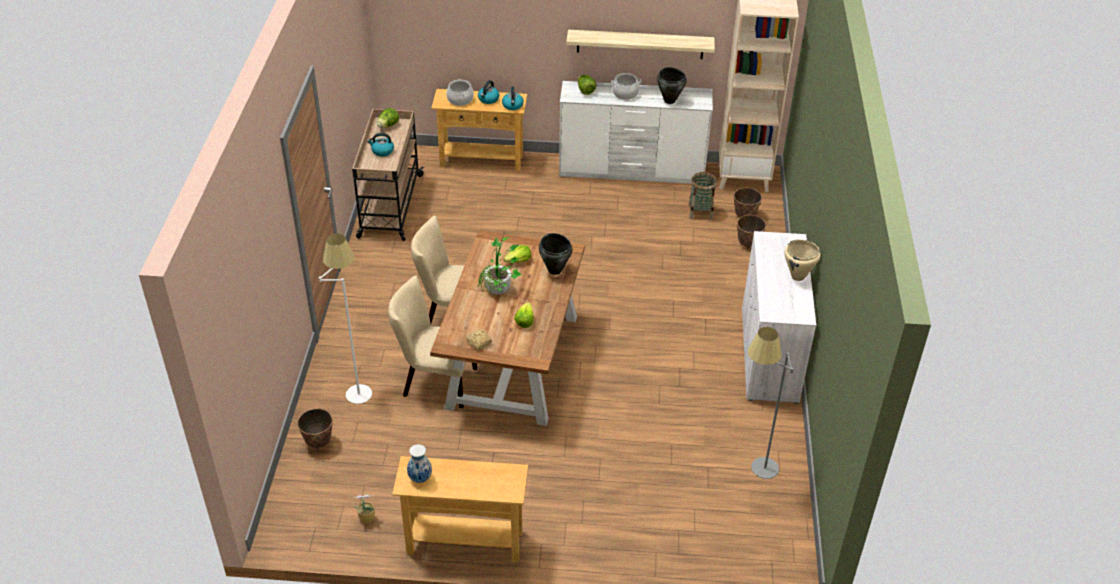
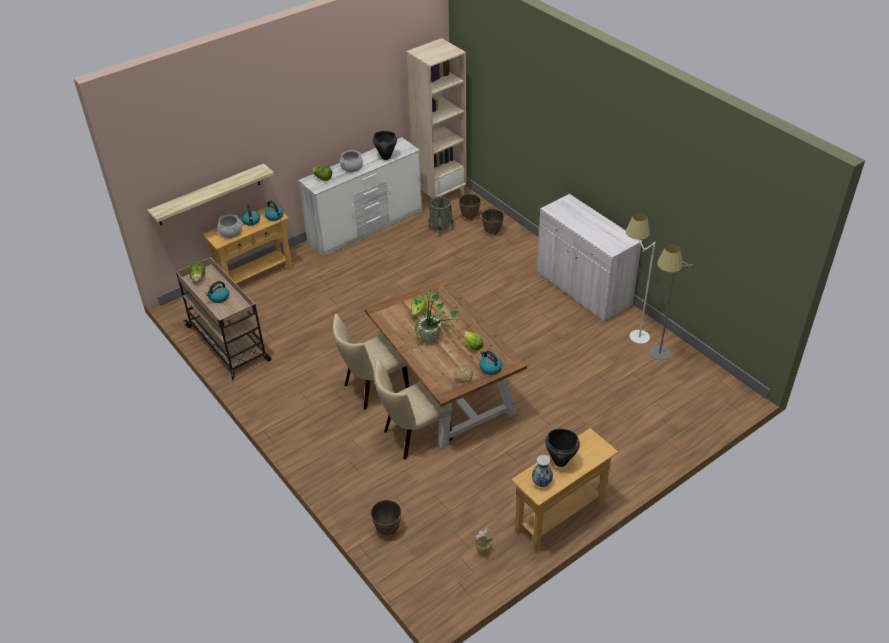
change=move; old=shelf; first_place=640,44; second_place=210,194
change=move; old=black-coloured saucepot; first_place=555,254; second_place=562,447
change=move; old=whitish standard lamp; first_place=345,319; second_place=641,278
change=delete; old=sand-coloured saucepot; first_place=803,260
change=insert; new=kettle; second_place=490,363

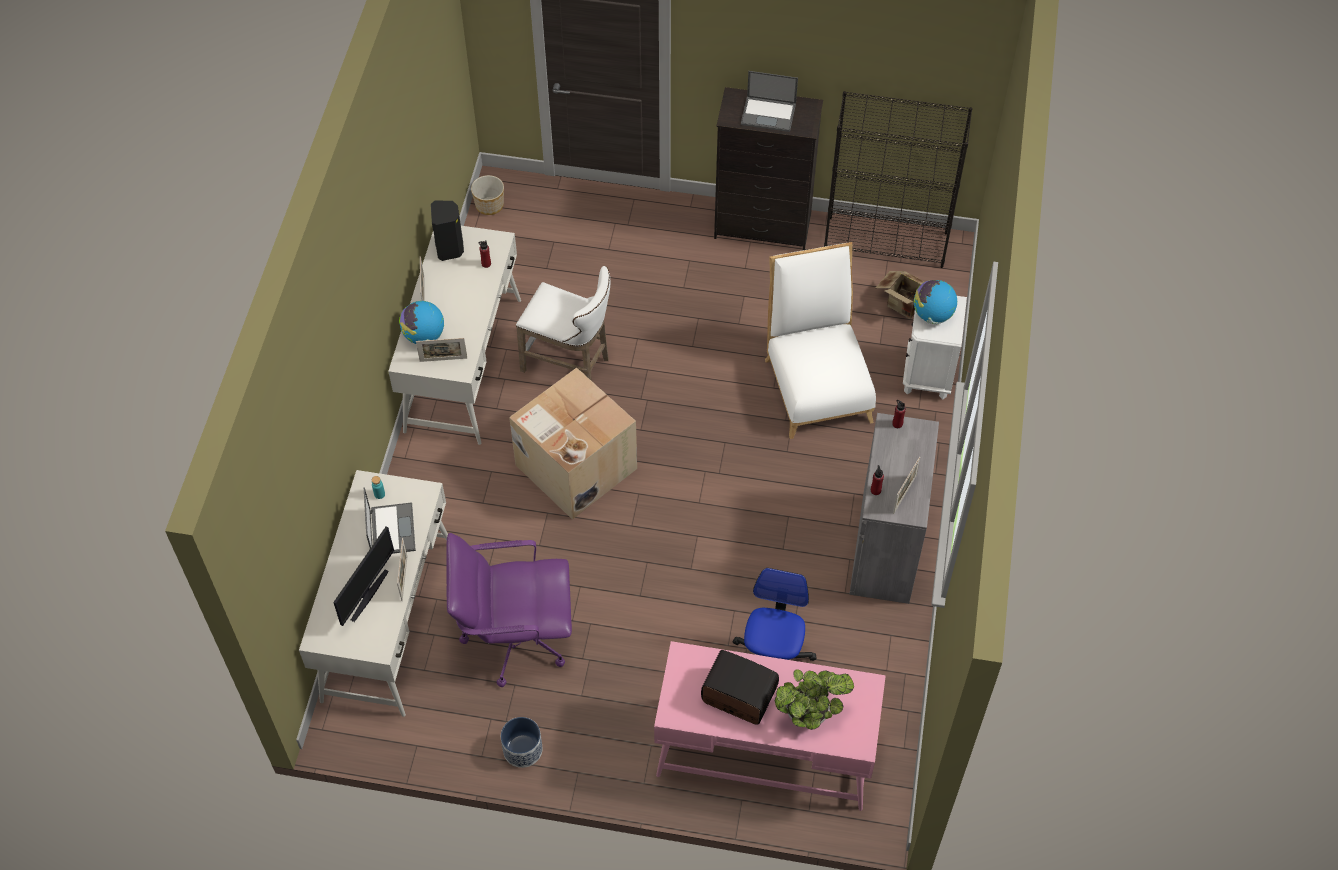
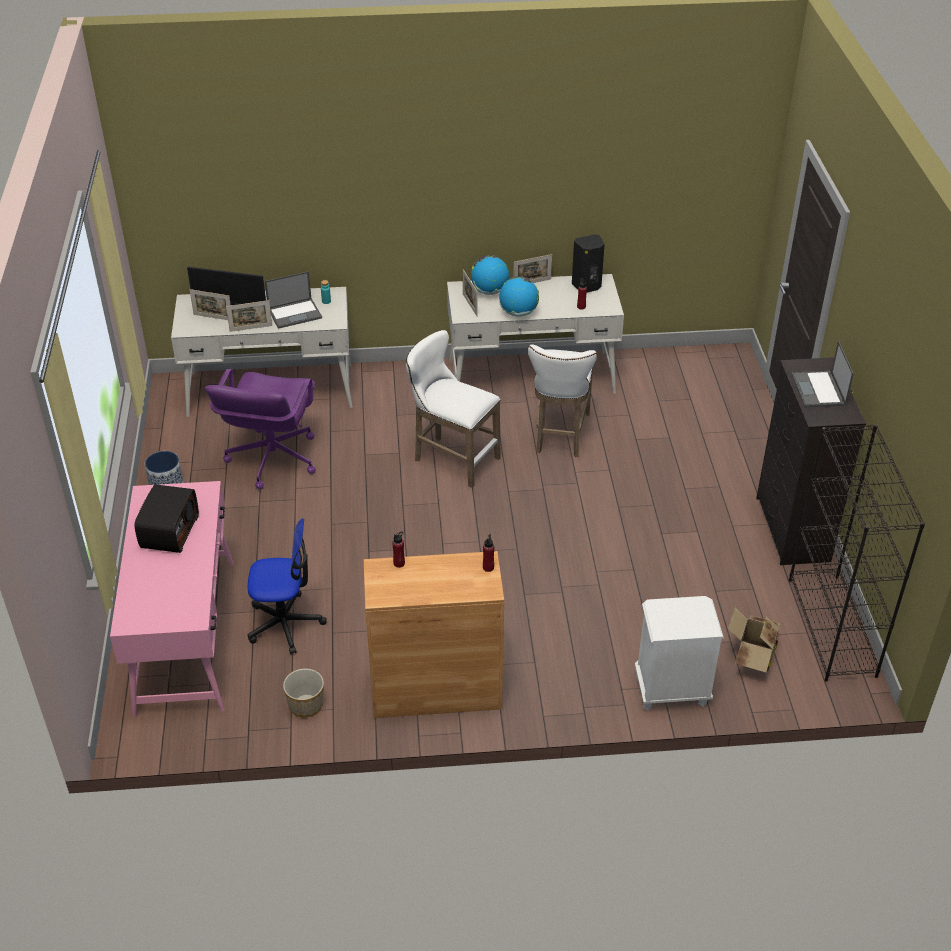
change=move; old=plant pot; first_place=487,195; second_place=303,693
change=delete; old=whitish chair; first_place=820,340
change=move; old=desk globe; first_place=935,302; second_place=519,296
change=replace; old=carton; new=whitish stool seat; first_place=573,444; second_place=453,409
change=recolor; old=grey cupboard; new=brown-coloured cupboard; first_place=894,508; second_place=434,634
change=move; old=standing frame; first_place=906,485; second_place=210,304
change=rotate; old=purple desk chair; first_place=509,610; second_place=260,429; degrees=-150
change=delete; old=houseplant; first_place=814,699

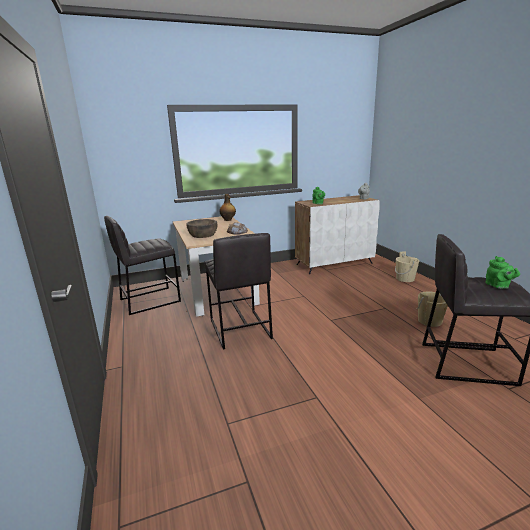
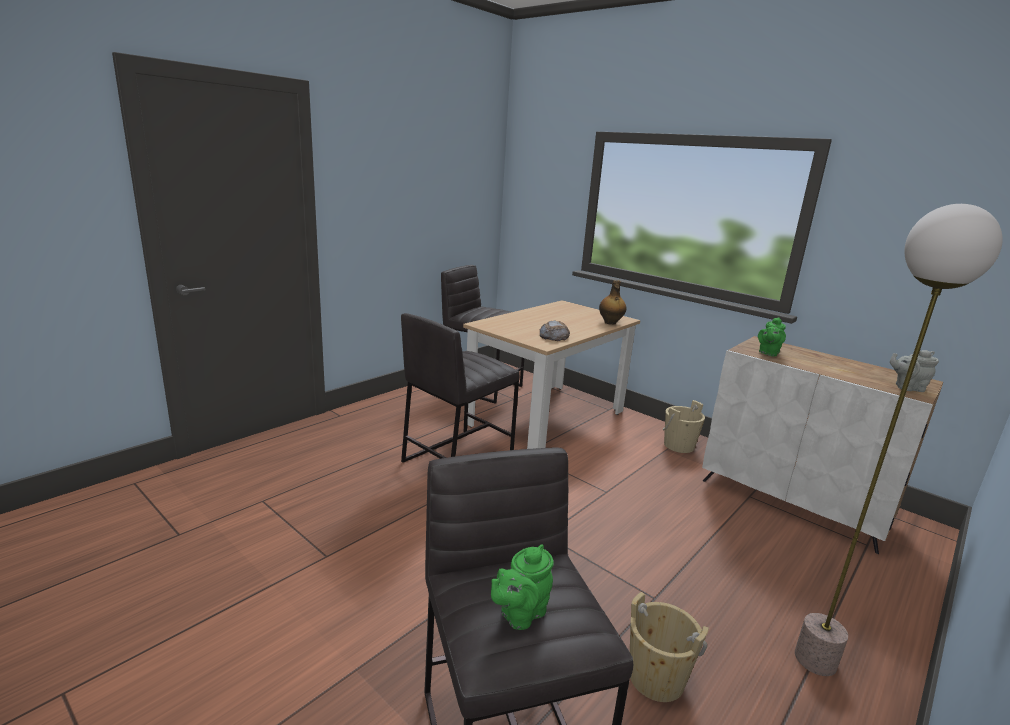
change=delete; old=brown-coloured deep dish; first_place=202,228
change=move; old=sand-coloured bucket; first_place=407,266; second_place=684,426
change=insert; new=standard lamp; second_place=899,440

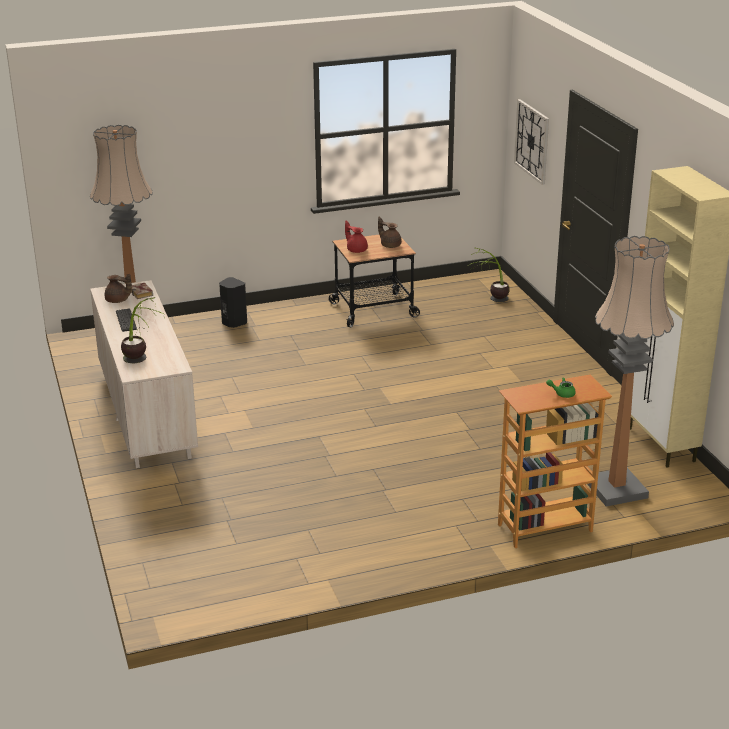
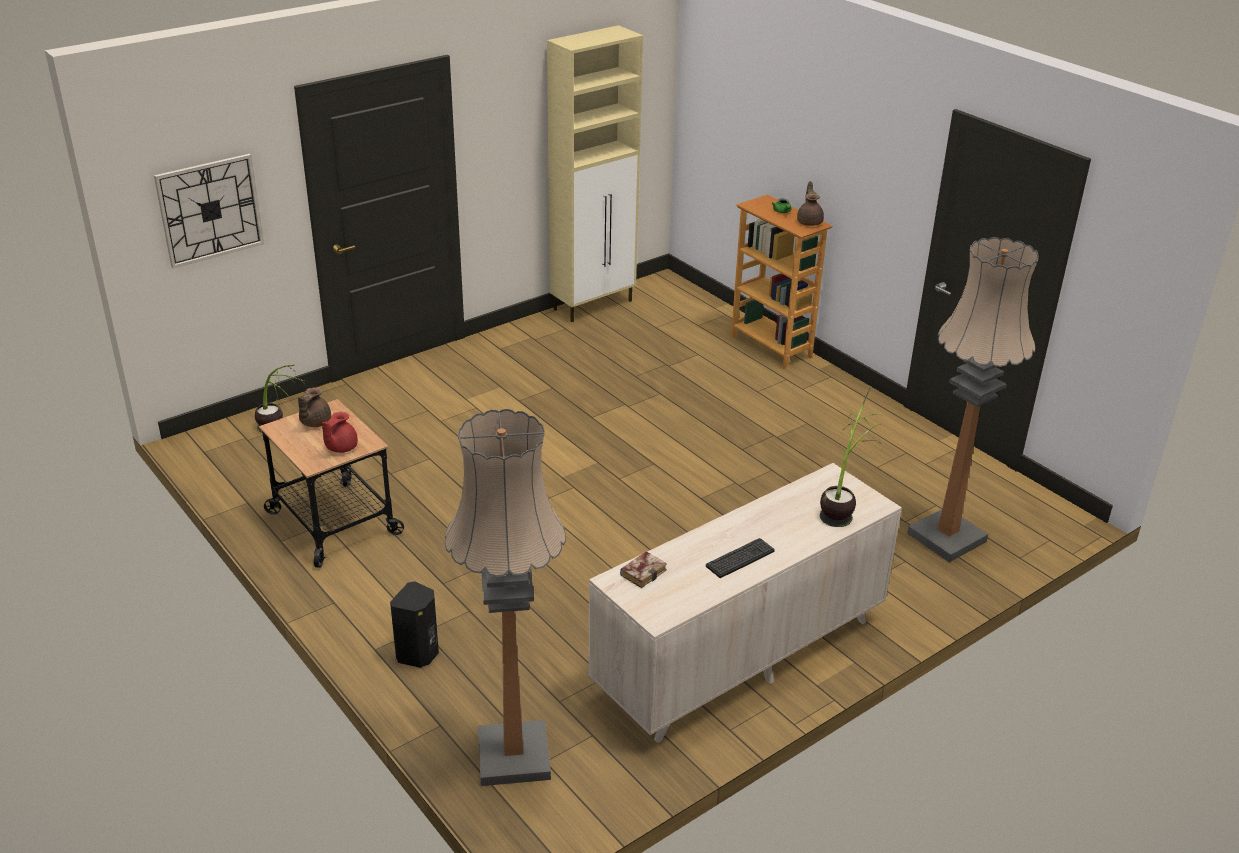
change=move; old=standard lamp; first_place=630,371; second_place=973,399
change=move; old=brown-coloured pot for tea; first_place=118,288; second_place=810,203

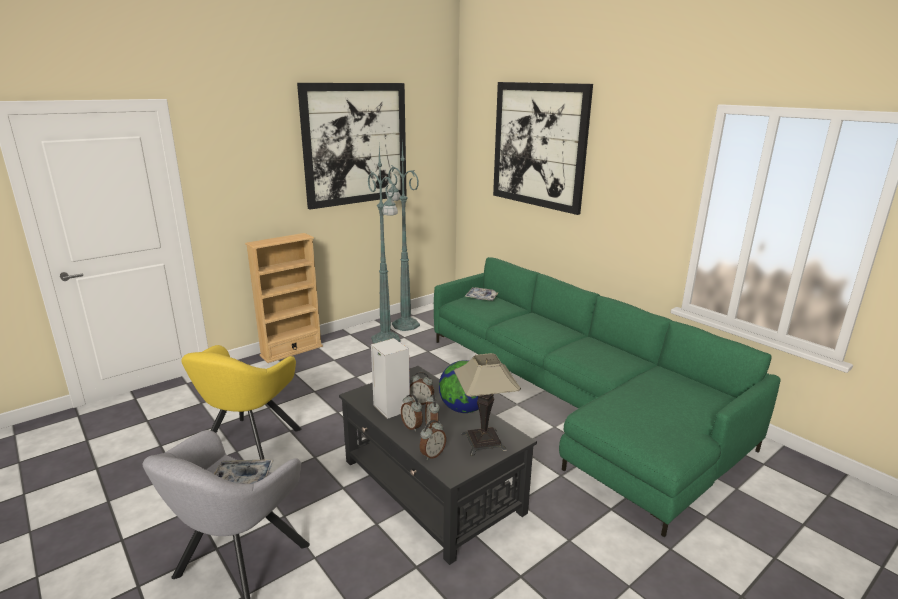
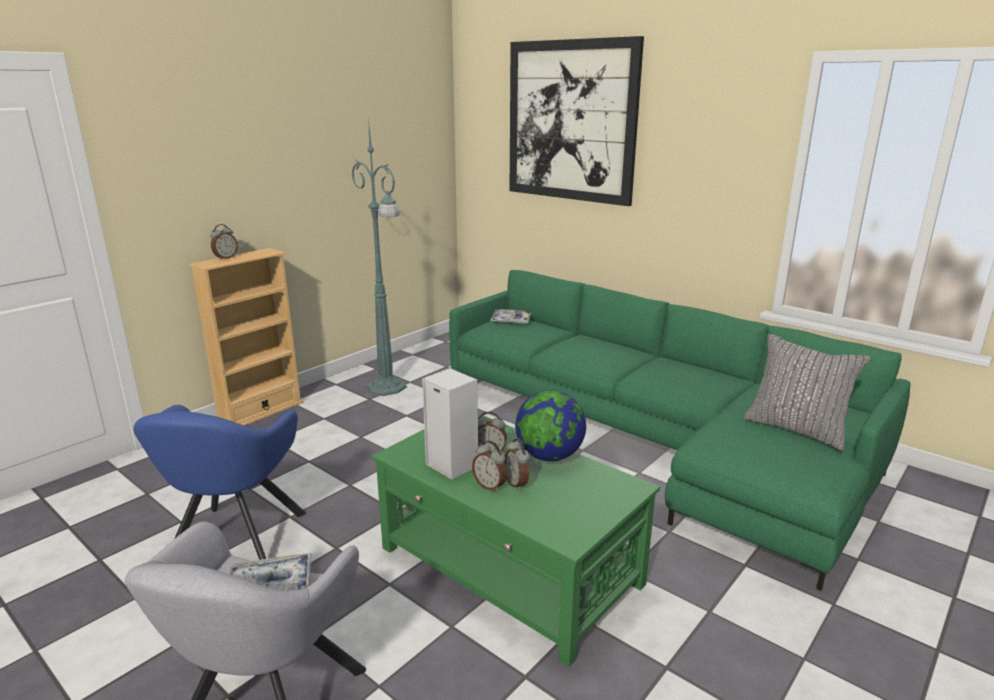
change=delete; old=wall art; first_place=351,146
change=delete; old=green standard lamp; first_place=403,236
change=recolor; old=yellow-coloured lounge chair; new=bluish lounge chair; first_place=241,402; second_place=219,482
change=delete; old=table lamp; first_place=487,404
change=recolor; old=black-coloured low table; new=green low table; first_place=438,465; second_place=516,540
change=move; old=alarm clock; first_place=432,440; second_place=224,242
change=insert; new=grey throw pillow; second_place=807,392

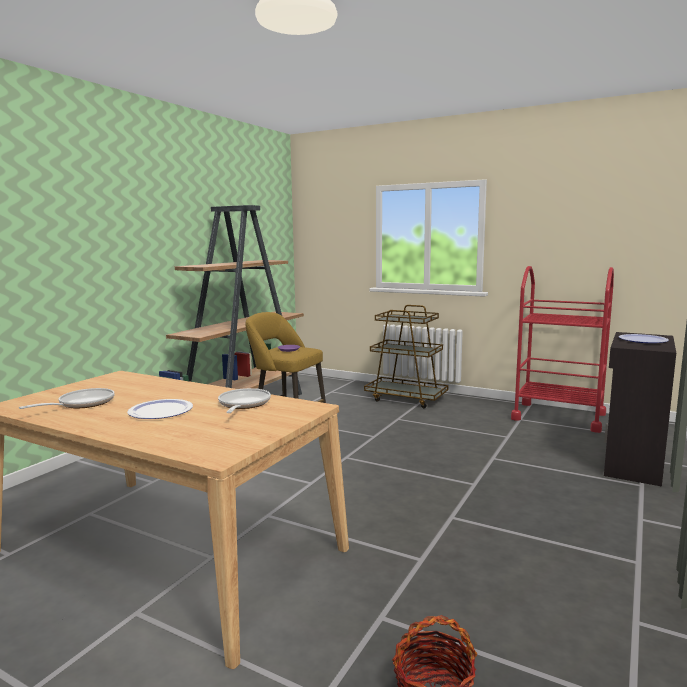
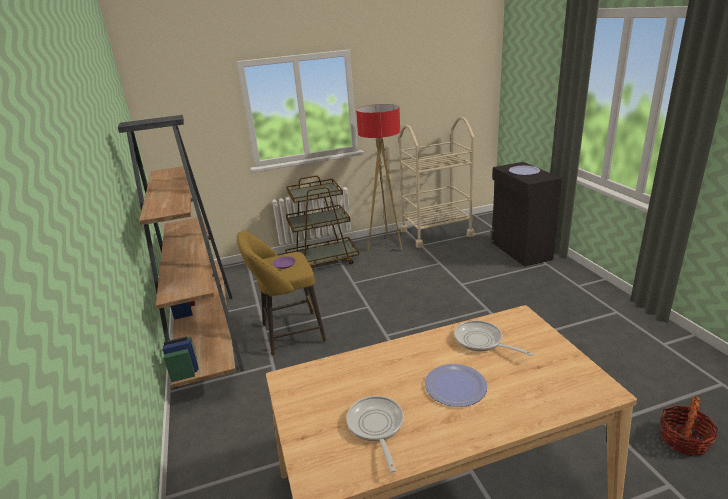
change=recolor; old=red wheeled cart; new=sand-coloured wheeled cart; first_place=562,349; second_place=436,182
change=insert; new=standard lamp; second_place=379,178

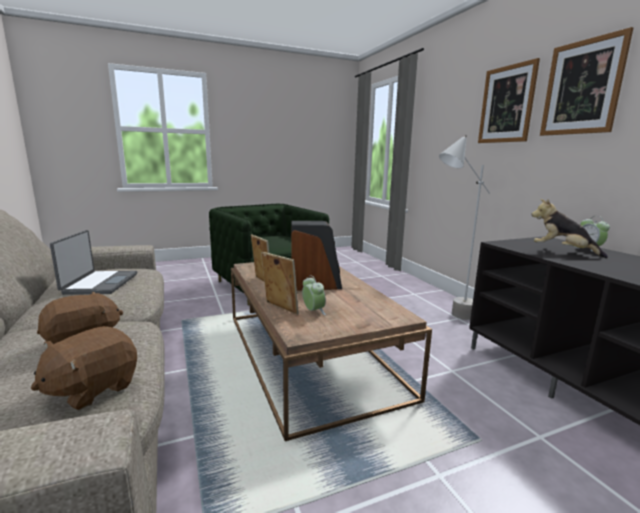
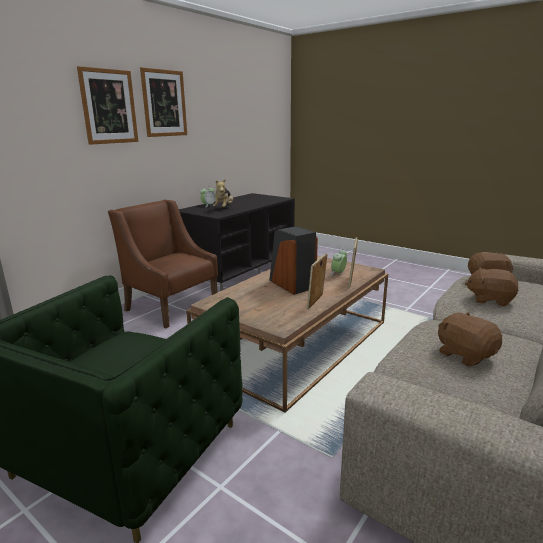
change=replace; old=grey standard lamp; new=brown-coloured lounge chair; first_place=464,227; second_place=163,264
change=replace; old=notebook computer; new=brown-coloured plush toy; first_place=93,262; second_place=470,339

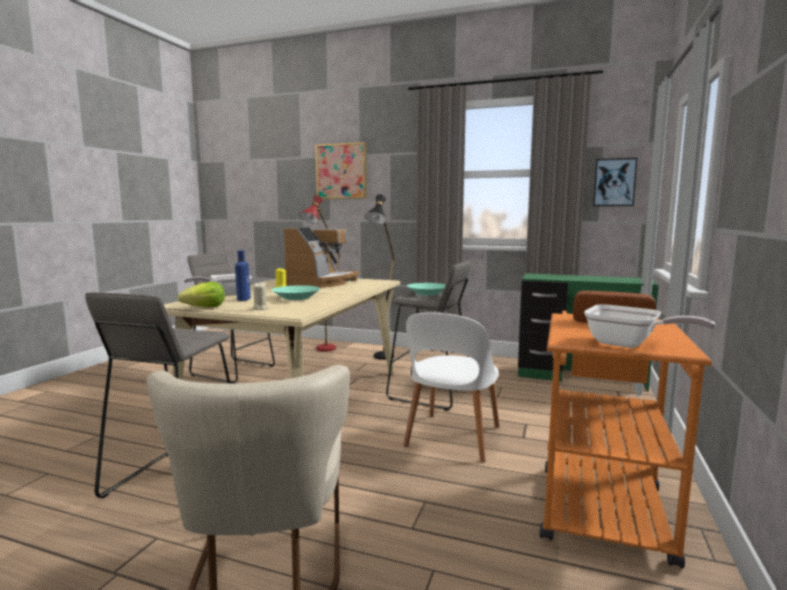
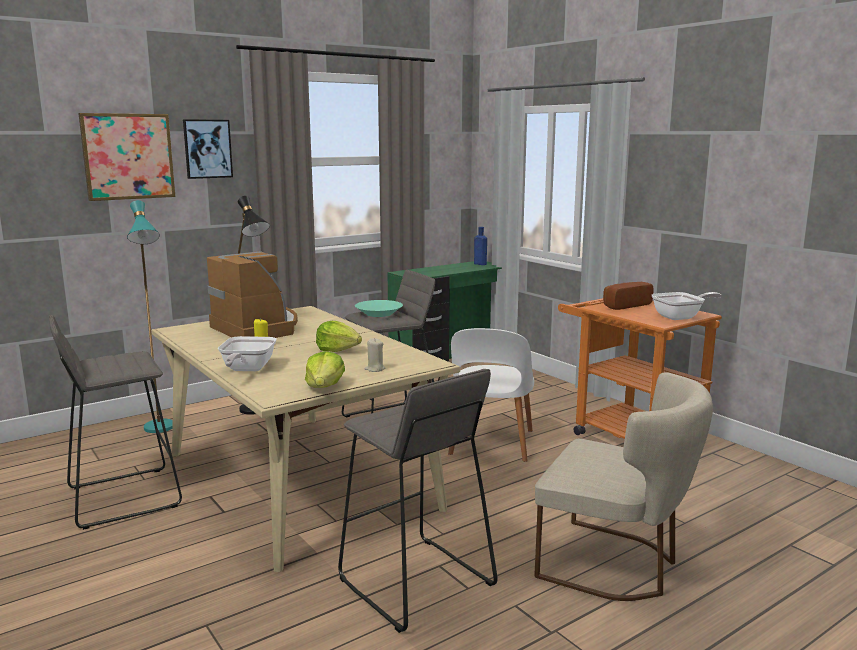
change=move; old=wall art; first_place=615,182; second_place=208,149
change=recolor; old=red standard lamp; new=turquoise-coloured standard lamp; first_place=319,273; second_place=150,316
change=move; old=bluish beverage bottle; first_place=243,275; second_place=480,246
change=replace; old=turquoise-coloured deep dish; new=lettuce head; first_place=296,292; second_place=339,336
change=rotate; old=whitish chair; first_place=451,387; second_place=491,395; degrees=45

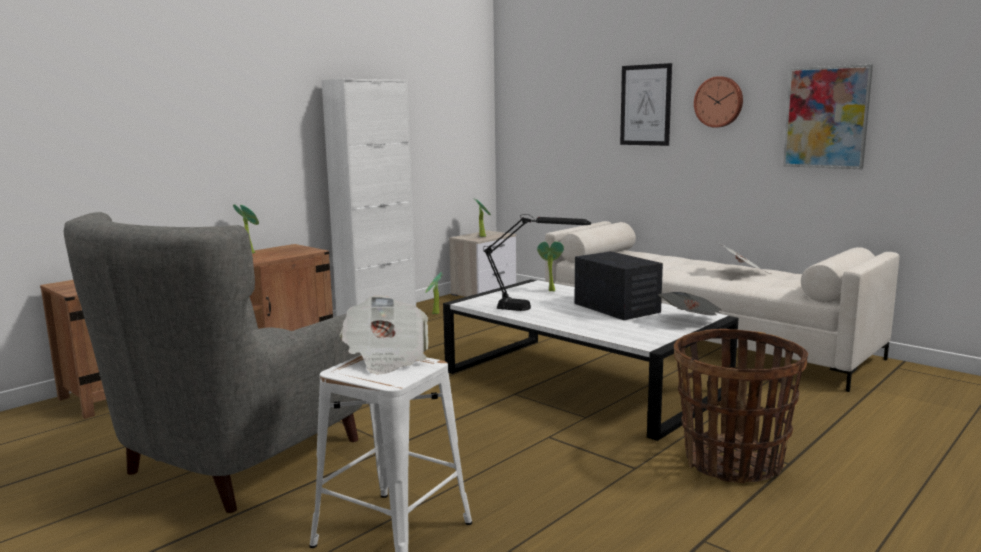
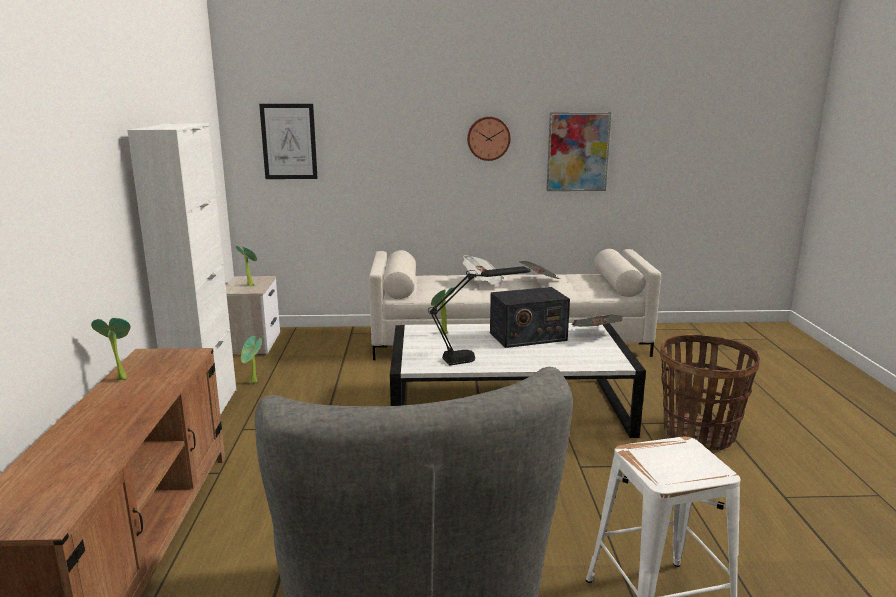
change=move; old=wall art; first_place=646,104; second_place=288,141
change=rotate; old=radio set; first_place=618,285; second_place=530,317; degrees=150
change=move; old=printed paper; first_place=384,335; second_place=483,271

